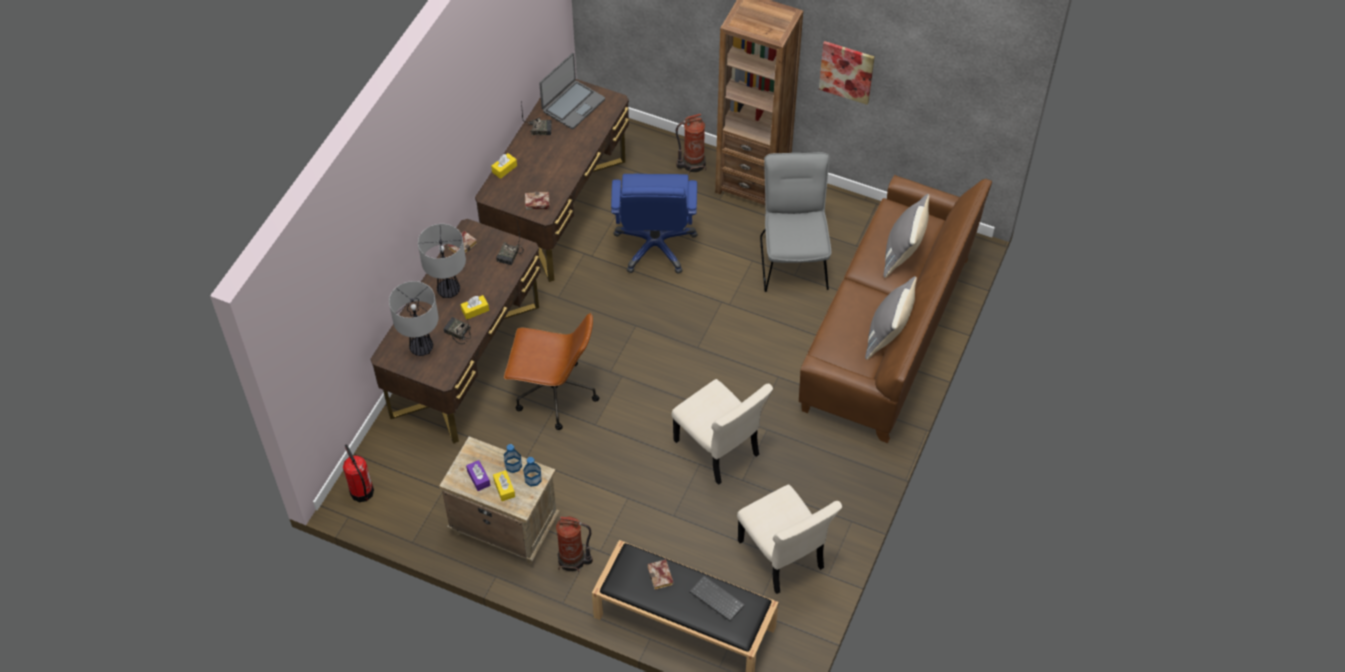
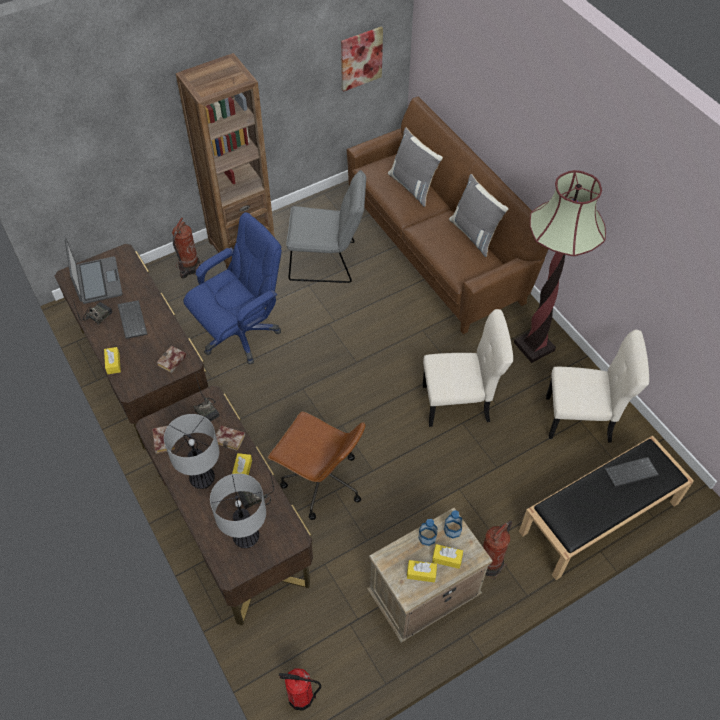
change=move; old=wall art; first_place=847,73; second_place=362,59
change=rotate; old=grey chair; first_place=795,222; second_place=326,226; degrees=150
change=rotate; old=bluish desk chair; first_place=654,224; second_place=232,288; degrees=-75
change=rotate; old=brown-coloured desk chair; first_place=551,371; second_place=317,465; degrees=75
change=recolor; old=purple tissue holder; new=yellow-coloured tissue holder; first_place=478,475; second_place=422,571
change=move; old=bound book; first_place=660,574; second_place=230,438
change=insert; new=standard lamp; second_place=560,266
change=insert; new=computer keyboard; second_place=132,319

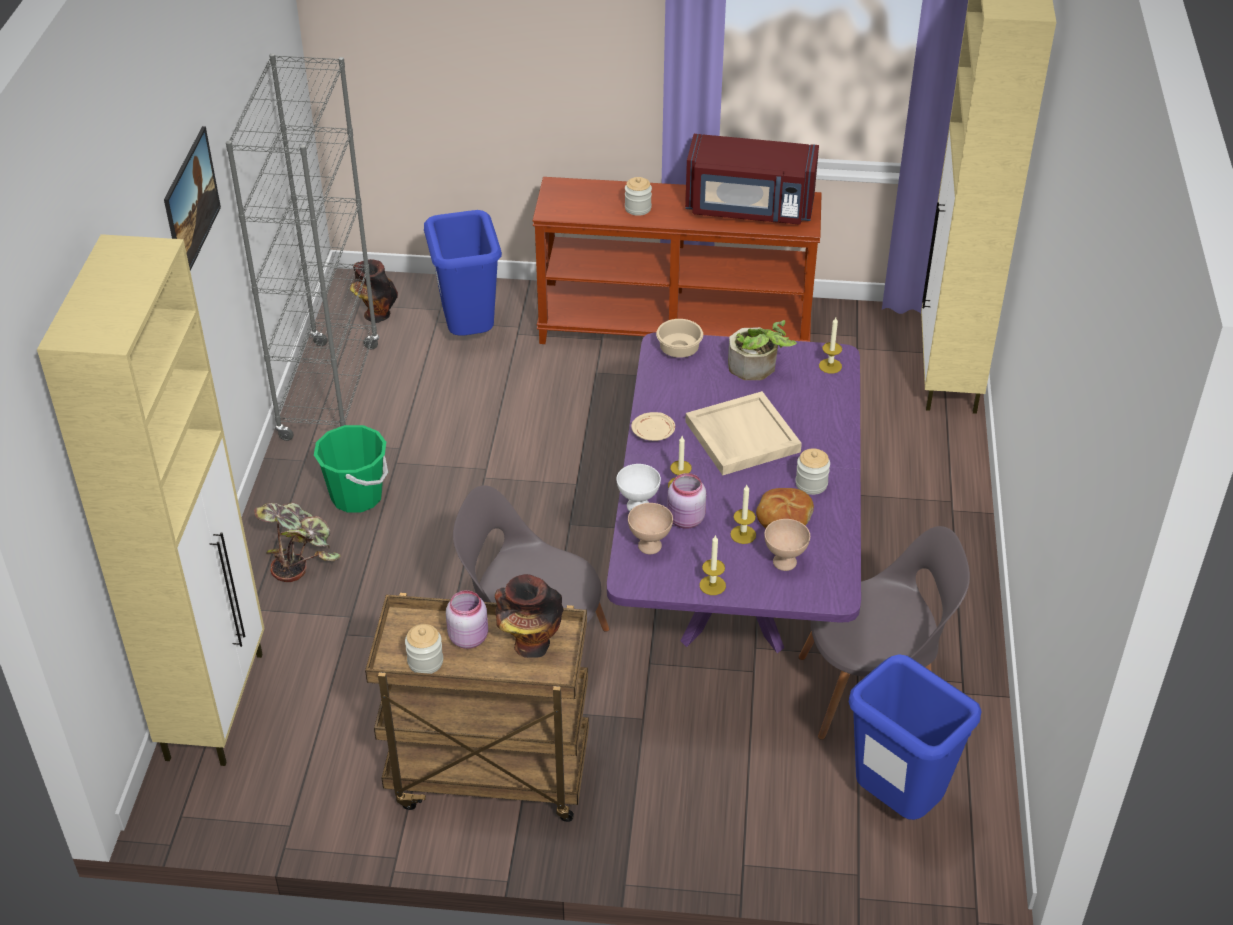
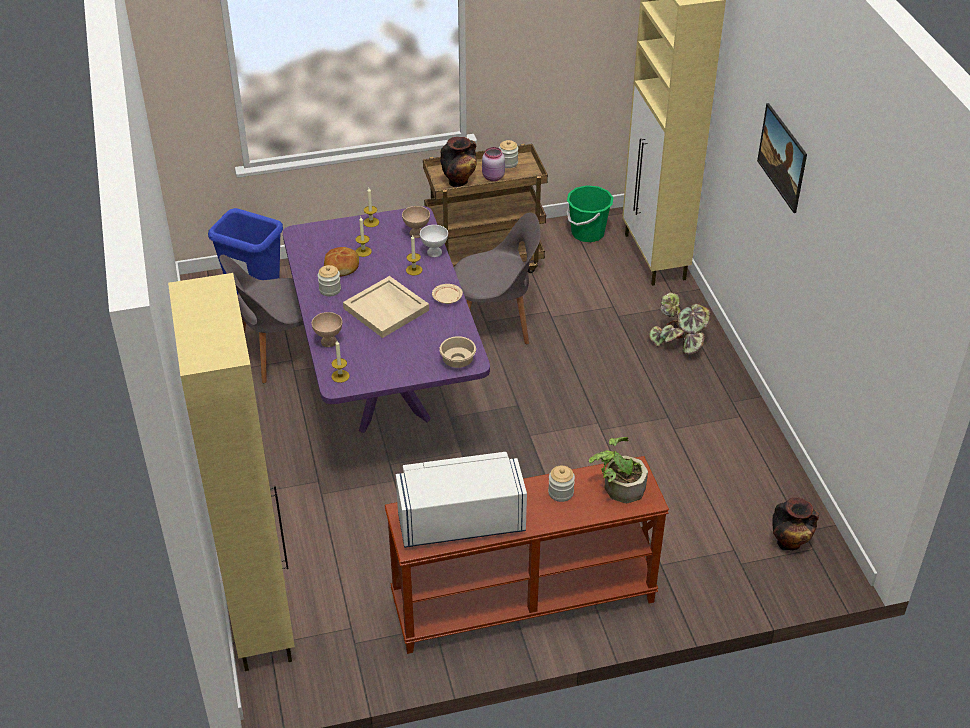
change=delete; old=grey shelving unit; first_place=303,247
change=recolor; old=red kitchen microwave; new=whitish kitchen microwave; first_place=752,179; second_place=461,500
change=delete; old=bluish waste bin; first_place=463,273
change=move; old=houseplant; first_place=762,350; second_place=618,470
change=move; old=green bucket; first_place=351,469; second_place=590,213
change=delete; old=pink-coloured storage jar; first_place=686,501
change=move; old=sand-coloured deep dish; first_place=787,545; second_place=327,329

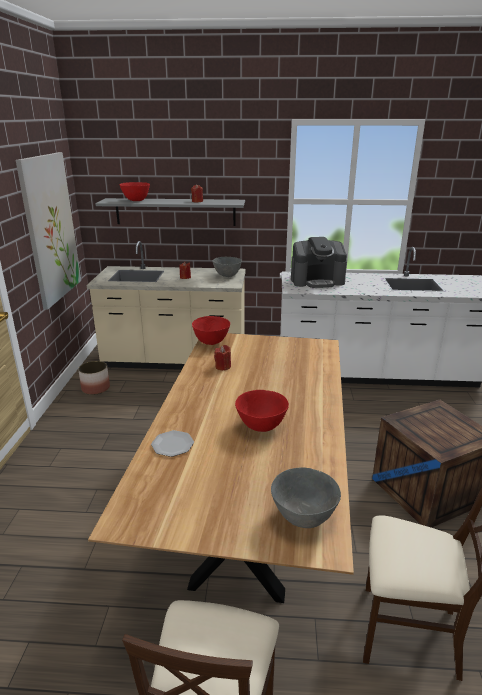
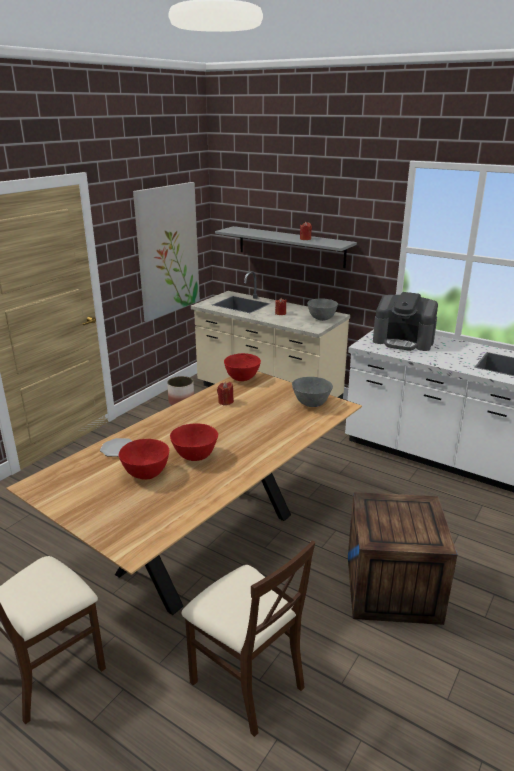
change=move; old=red deep dish; first_place=135,191; second_place=144,459
change=move; old=grey deep dish; first_place=306,497; second_place=312,392

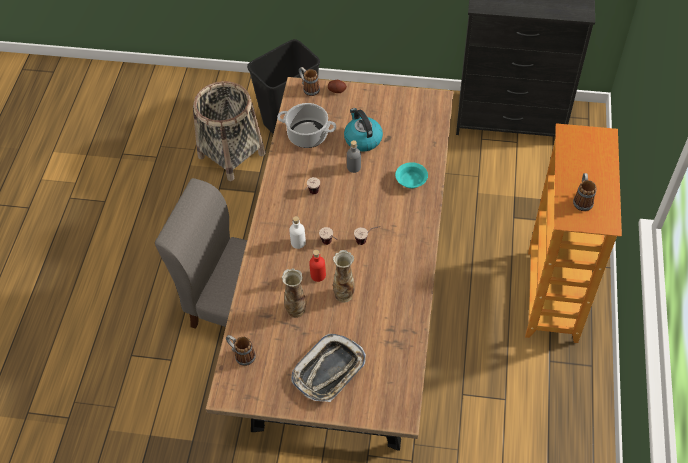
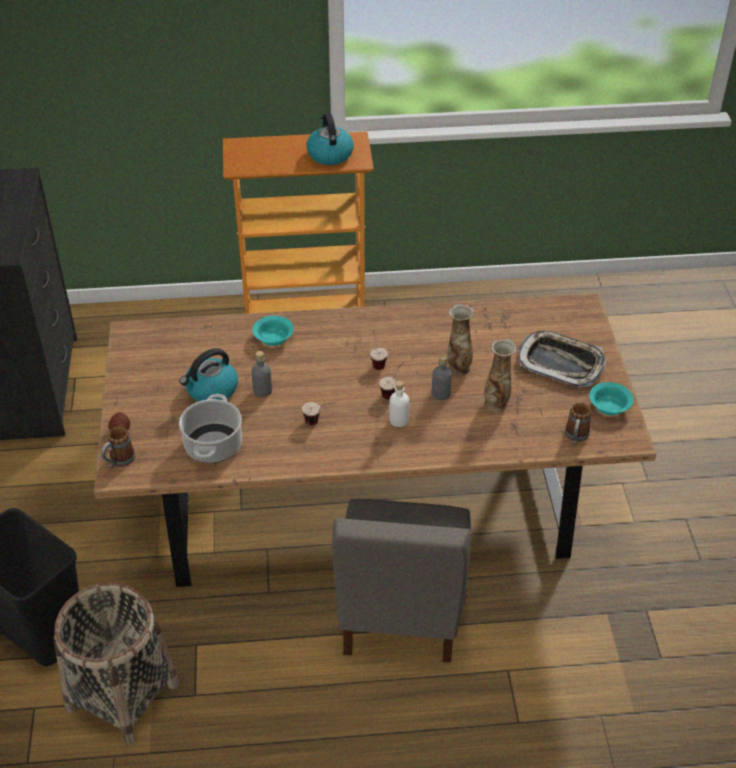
change=replace; old=tea mug; new=kettle; first_place=584,192; second_place=330,138
change=recolor; old=red beverage bottle; new=grey beverage bottle; first_place=317,266; second_place=442,377
change=insert; new=turquoise-coloured deep dish; second_place=611,398

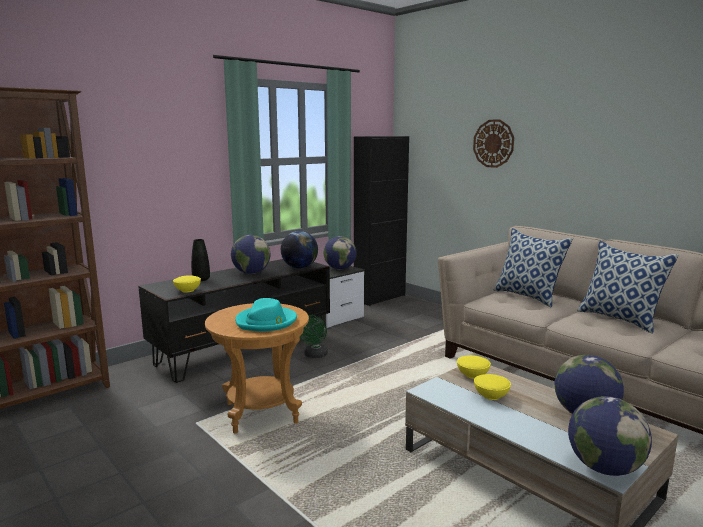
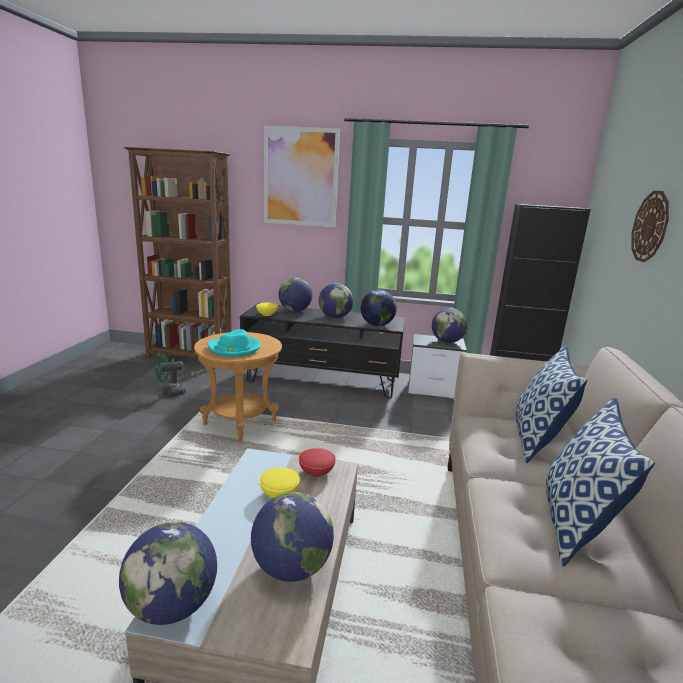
change=replace; old=black-coloured decorative vase; new=desk globe; first_place=200,260; second_place=295,295
change=move; old=green fan; first_place=314,336; second_place=170,374
change=recolor; old=yellow-coloured deep dish; new=red deep dish; first_place=474,367; second_place=317,462
change=insert; new=wall art; second_place=302,176

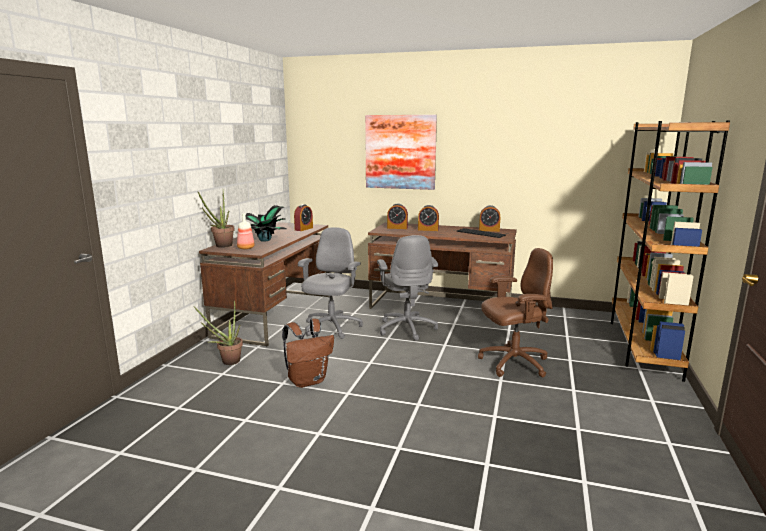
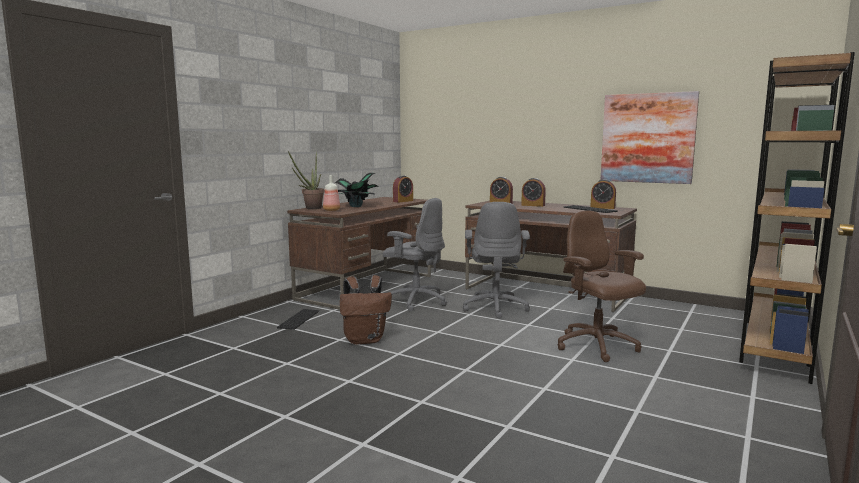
change=move; old=wall art; first_place=401,152; second_place=650,137
change=rotate; old=grey desk chair; first_place=330,283; second_place=415,255; degrees=90
change=rotate; old=brown-coloured desk chair; first_place=515,313; second_place=602,286; degrees=-120
change=replace; old=houseplant; new=computer keyboard; first_place=218,333; second_place=298,319

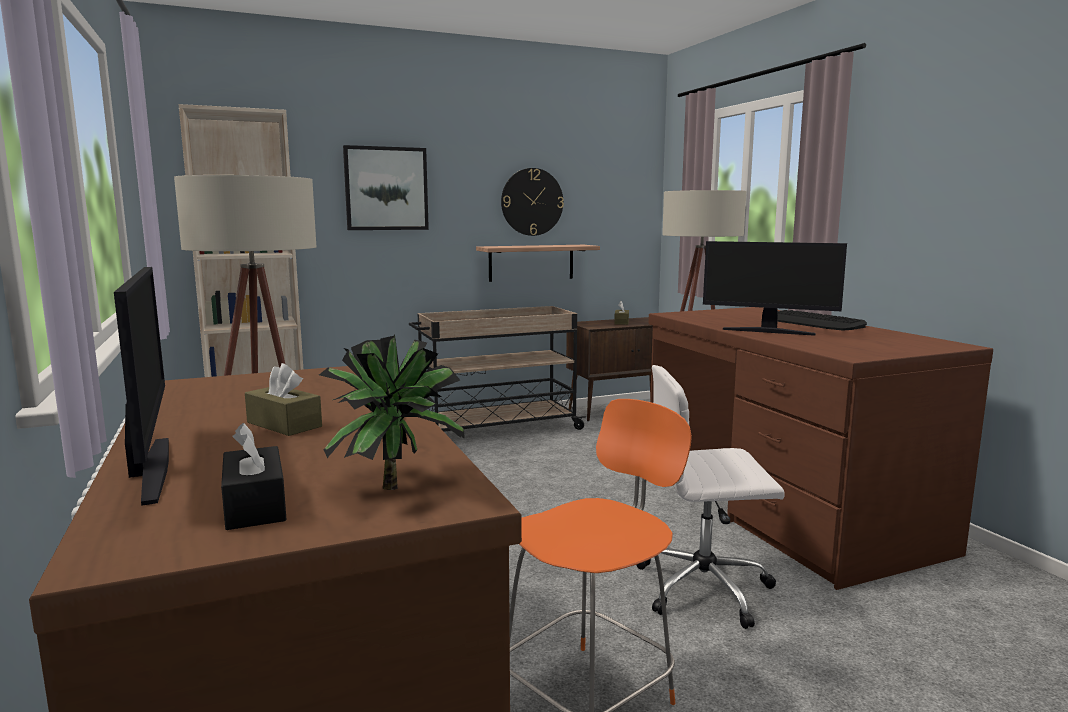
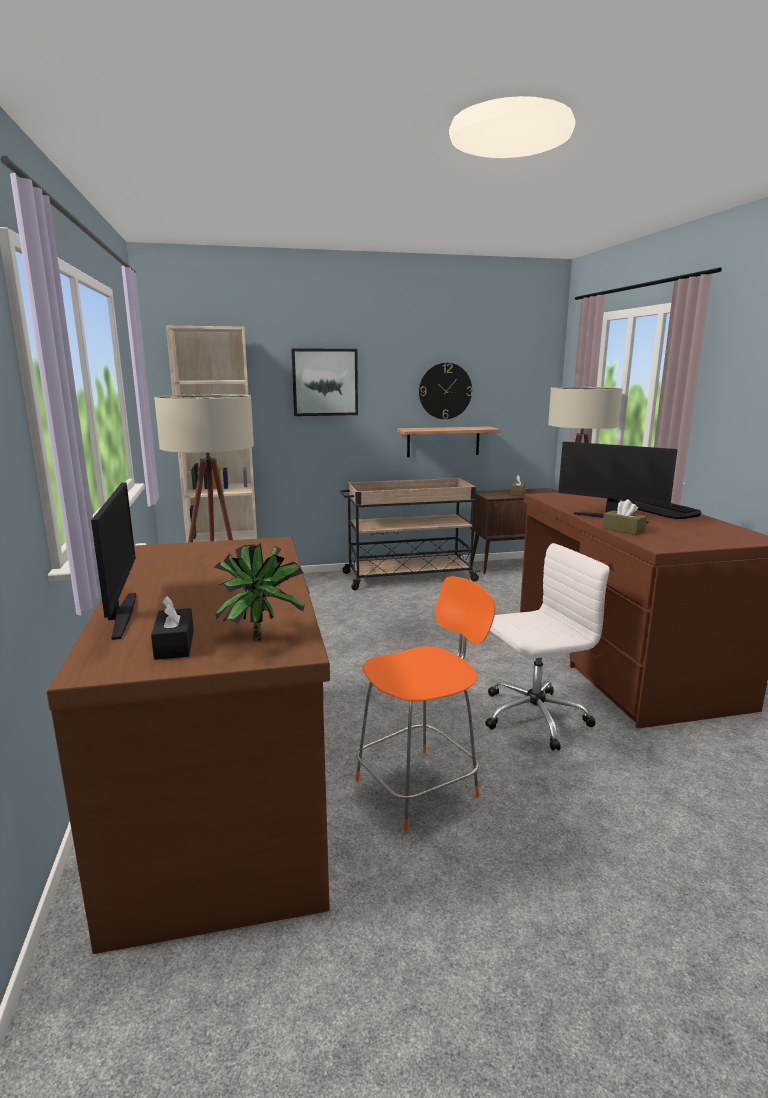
change=move; old=brown-coloured tissue holder; first_place=283,399; second_place=624,517
change=rotate; old=whitish desk chair; first_place=710,497; second_place=547,647; degrees=150

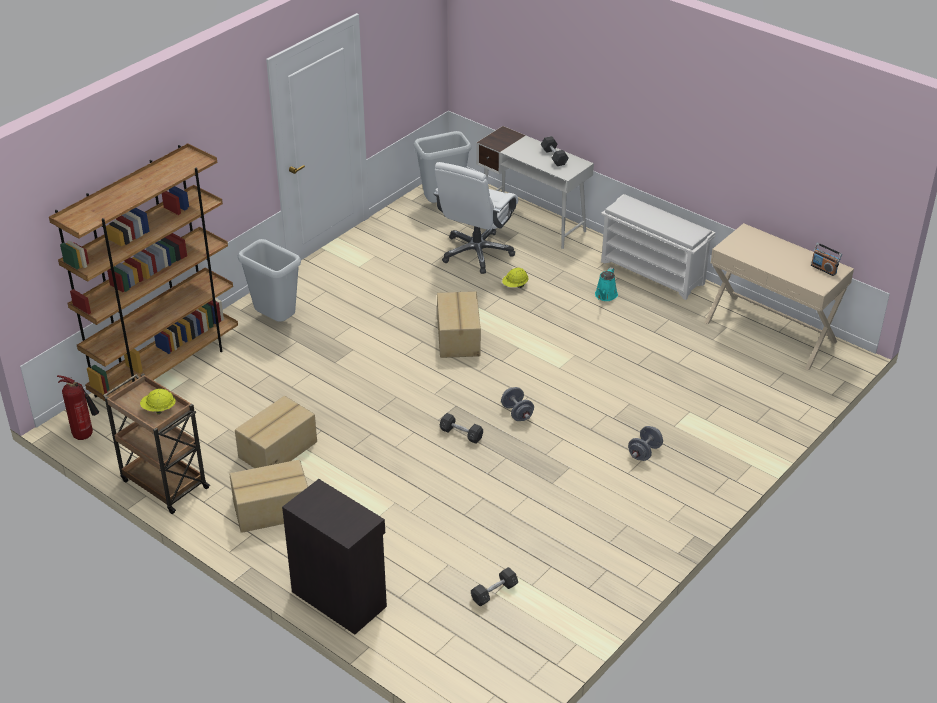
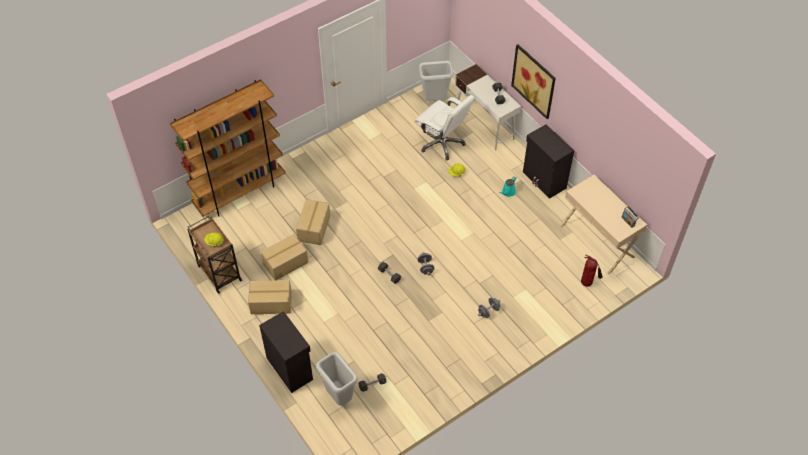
change=rotate; old=whitish desk chair; first_place=476,218; second_place=444,127; degrees=-90
change=replace; old=whitish shoe shelf; new=black-coloured cupboard; first_place=658,247; second_place=548,161
change=move; old=grey waste bin; first_place=269,280; second_place=337,379
change=move; old=carton; first_place=459,324; second_place=313,222
change=move; old=fire extinguisher; first_place=78,407; second_place=592,271
change=insert; new=wall art; second_place=533,81

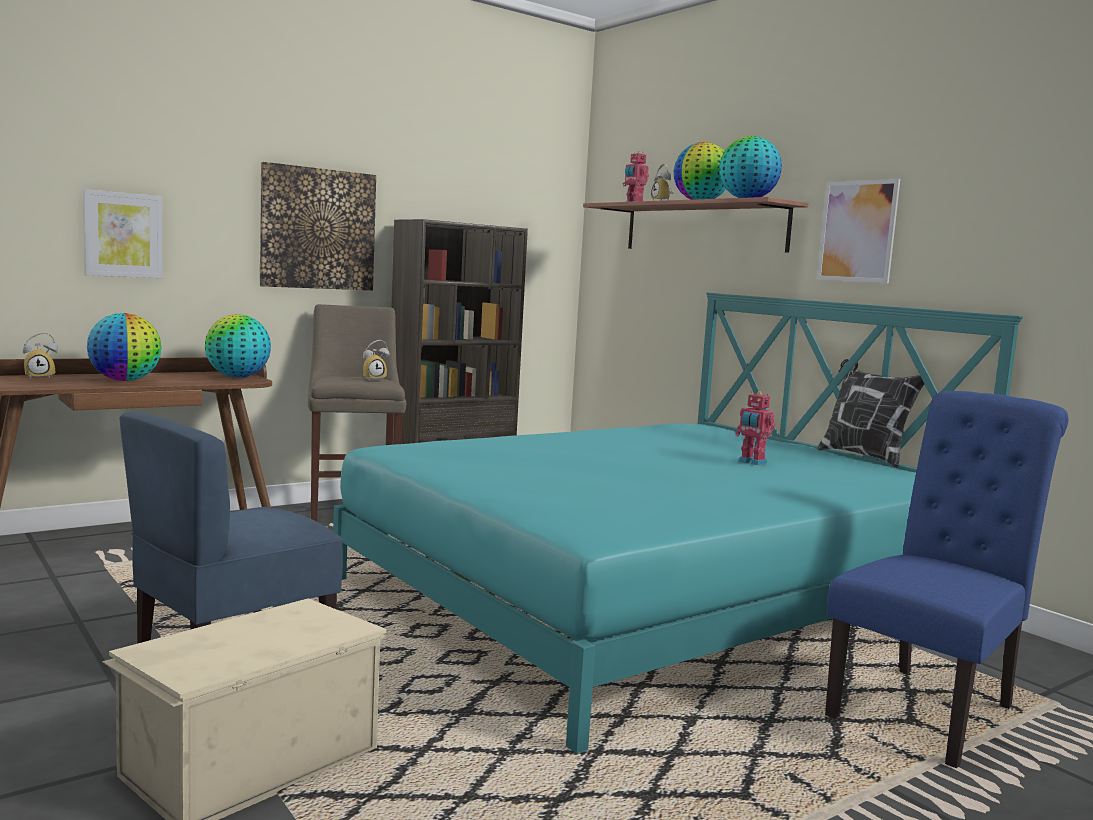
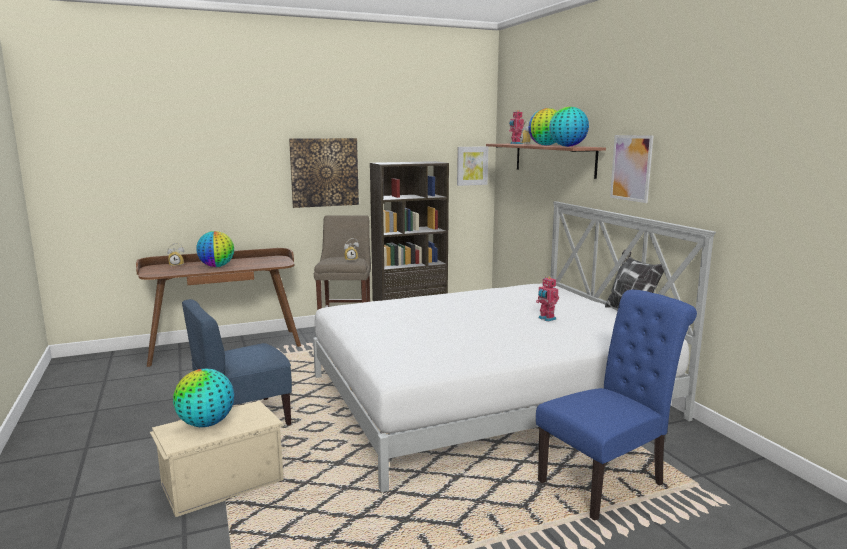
change=move; old=wall art; first_place=123,233; second_place=472,166
change=recolor; old=turquoise-coloured sleeping bed; new=whitish sleeping bed; first_place=678,523; second_place=514,346
change=move; old=desk globe; first_place=238,345; second_place=203,398

